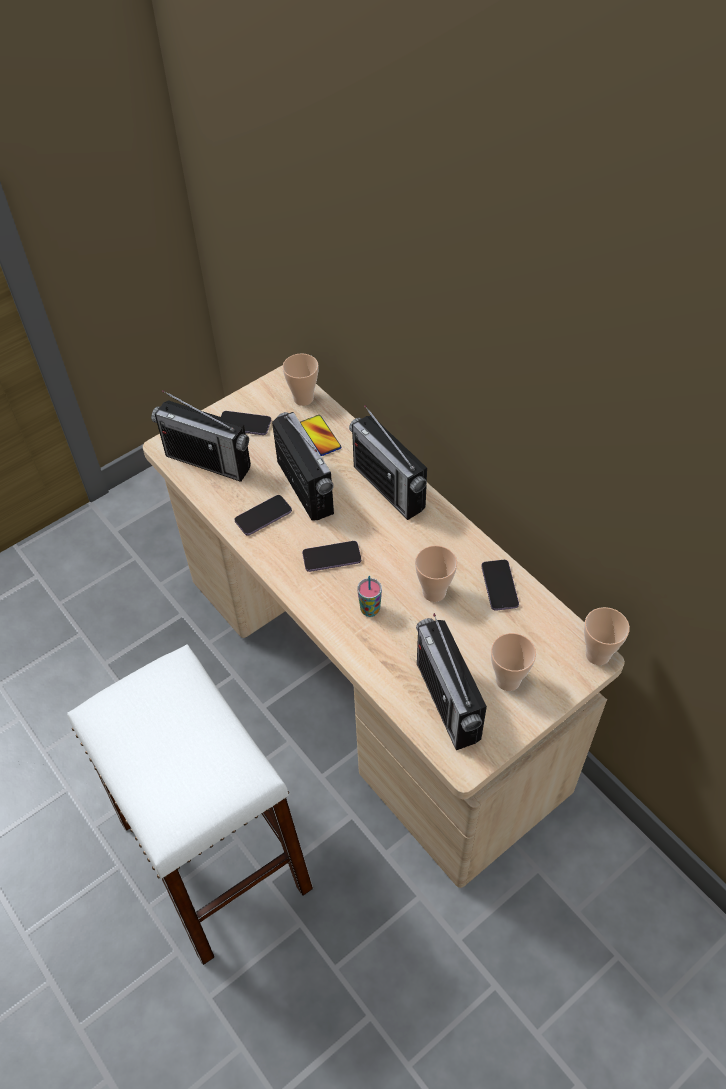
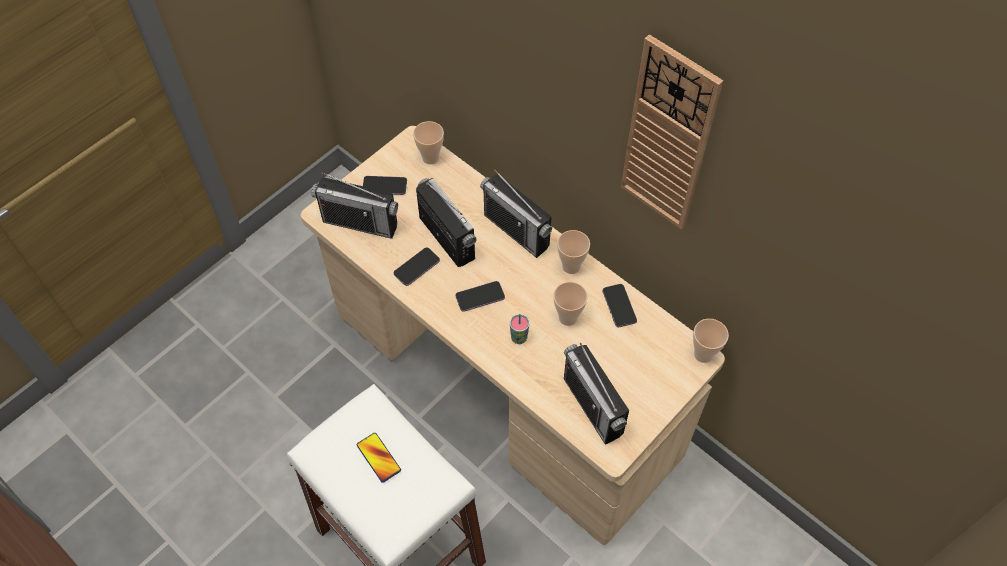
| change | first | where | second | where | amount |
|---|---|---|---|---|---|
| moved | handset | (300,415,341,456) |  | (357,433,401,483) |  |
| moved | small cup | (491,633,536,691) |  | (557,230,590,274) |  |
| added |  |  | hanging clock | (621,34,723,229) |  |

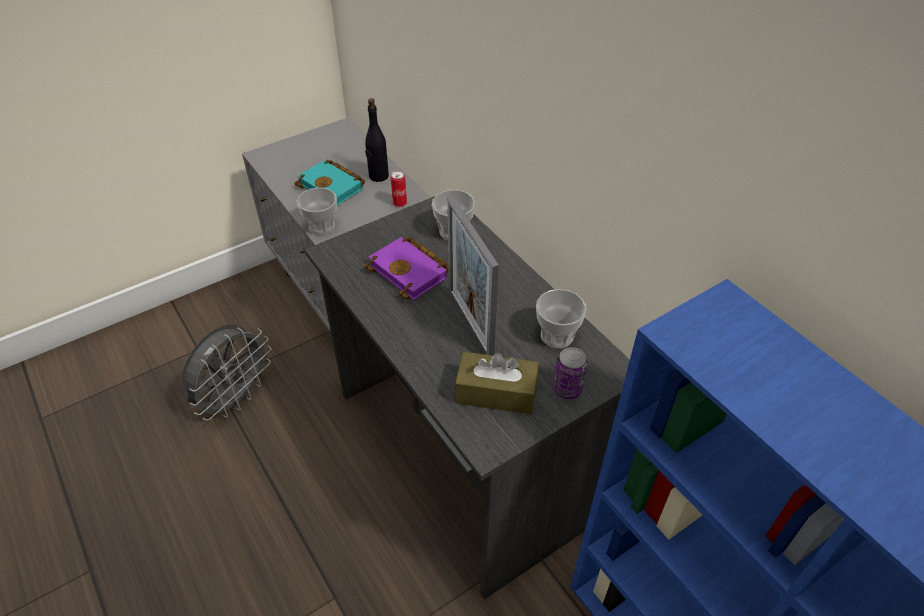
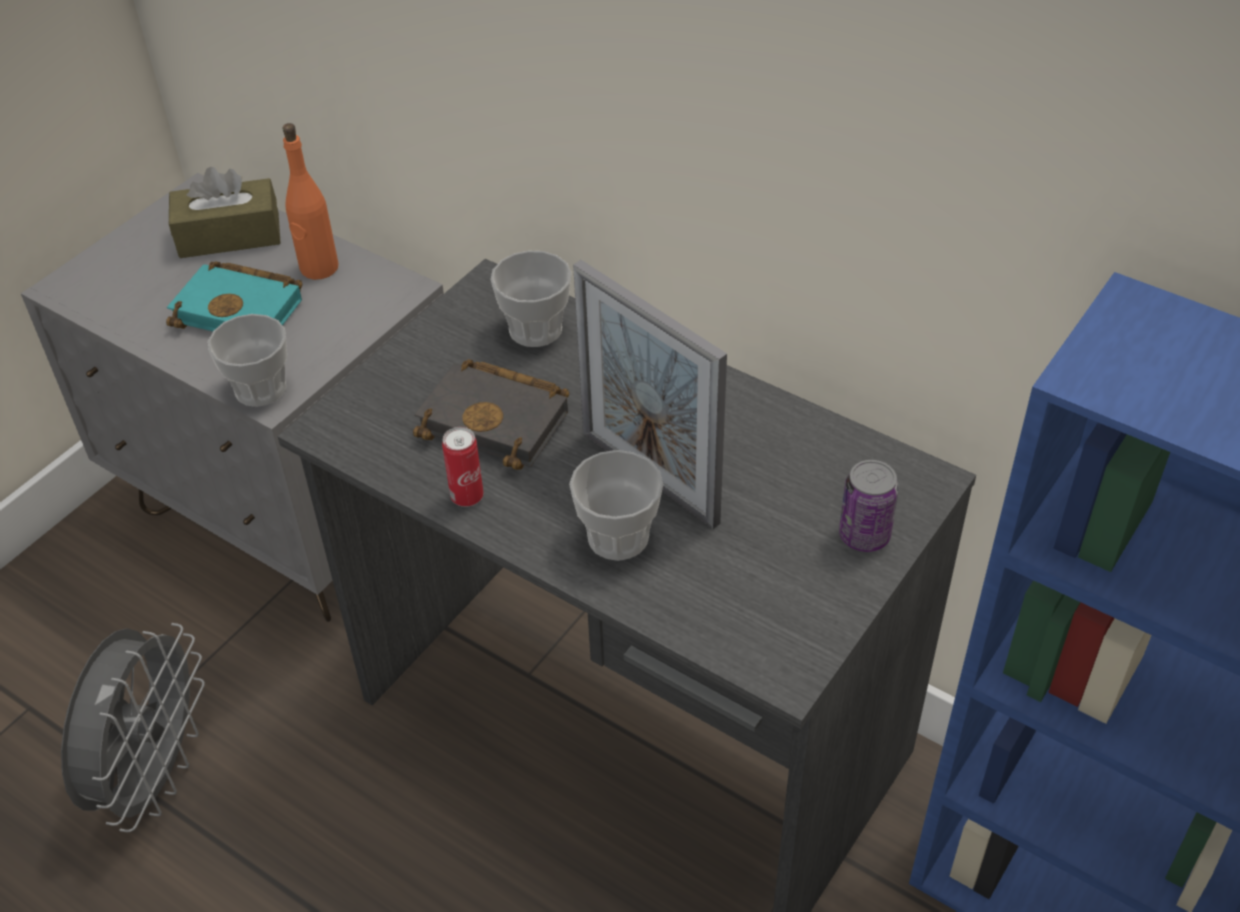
| change | first | where | second | where | amount |
|---|---|---|---|---|---|
| recoloured | beverage bottle/black | (365,98,389,182) | beverage bottle/orange-coloured | (282,123,338,280) |  |
| moved | sealed can | (391,170,407,207) |  | (442,427,484,507) |  |
| recoloured | bound book/purple | (364,237,449,300) | bound book/black | (413,359,569,470) |  |
| moved | small cup | (536,289,586,348) |  | (569,450,663,561) |  |
| moved | tissue box/brownish | (455,352,539,414) |  | (169,167,281,258) |  |

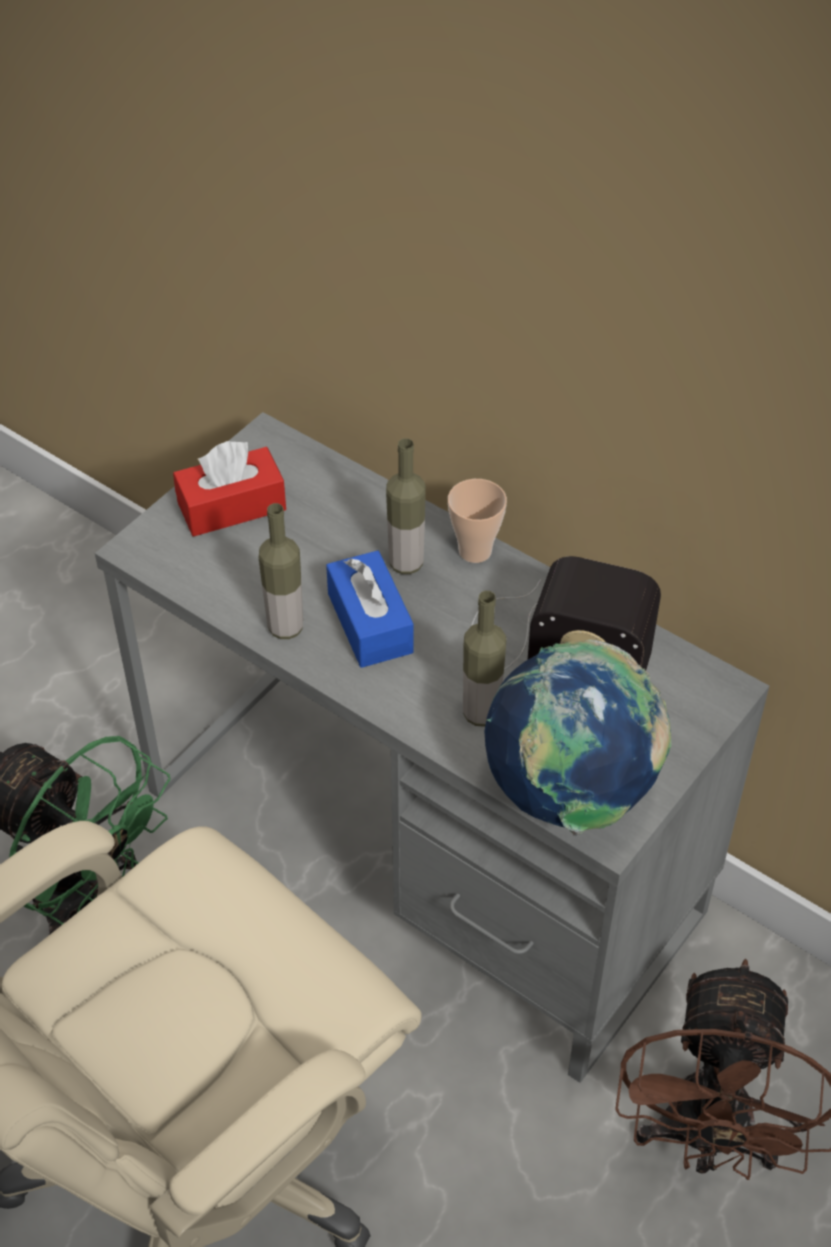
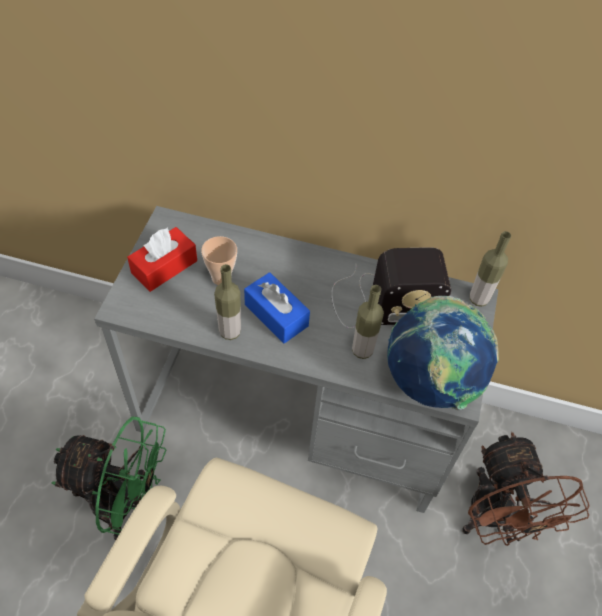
| change | first | where | second | where | amount |
|---|---|---|---|---|---|
| moved | beverage bottle | (386,438,426,574) |  | (470,231,511,307) |  |
| moved | small cup | (448,479,507,563) |  | (201,236,237,285) |  |

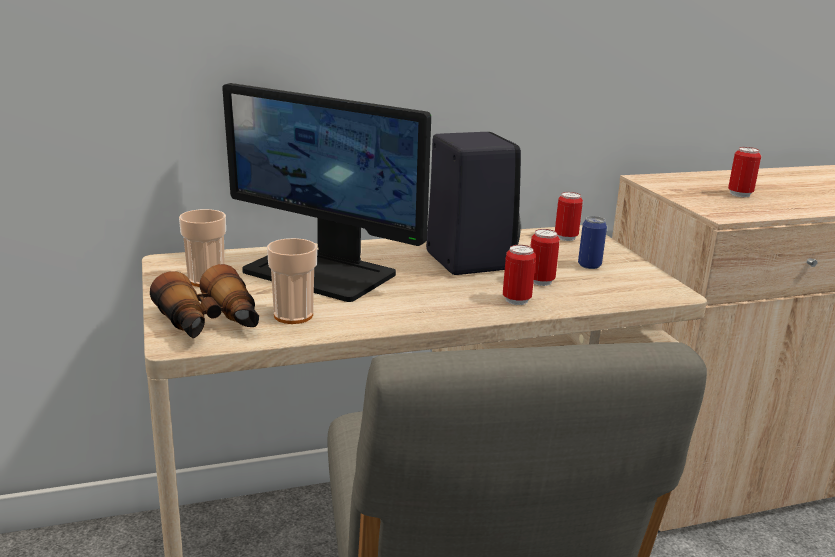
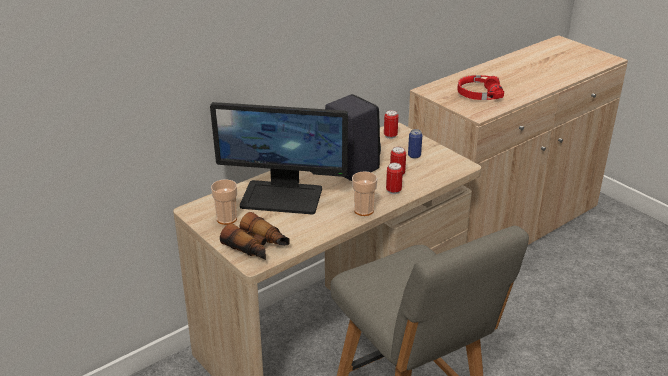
| change | first | where | second | where | amount |
|---|---|---|---|---|---|
| replaced | sealed can | (728,147,761,197) | pair of headphones/red | (457,75,504,100) |  |
| moved | small cup | (267,238,317,324) |  | (352,171,377,216) |  |

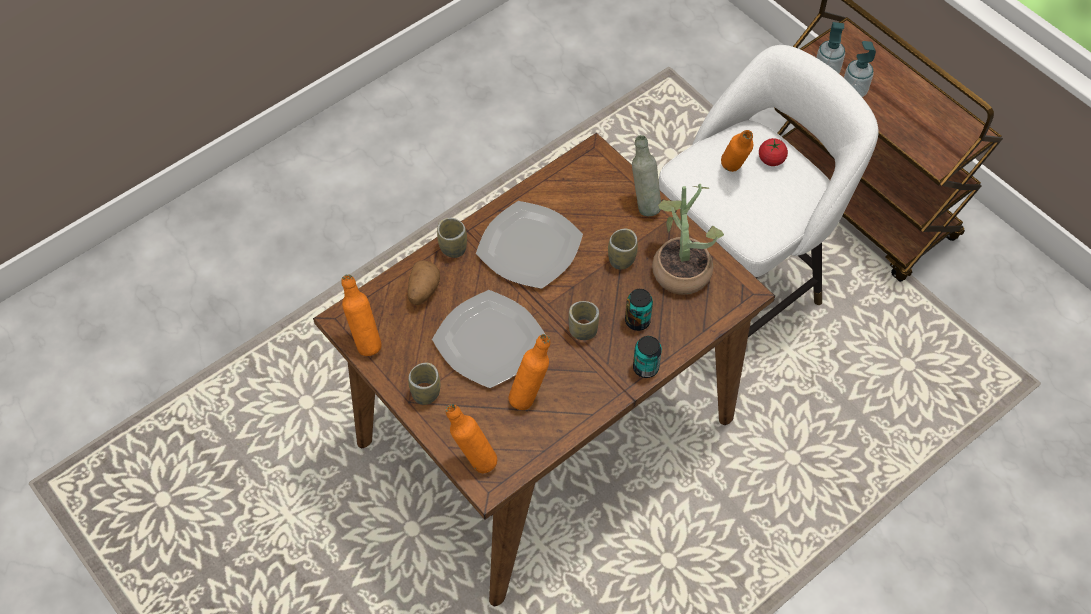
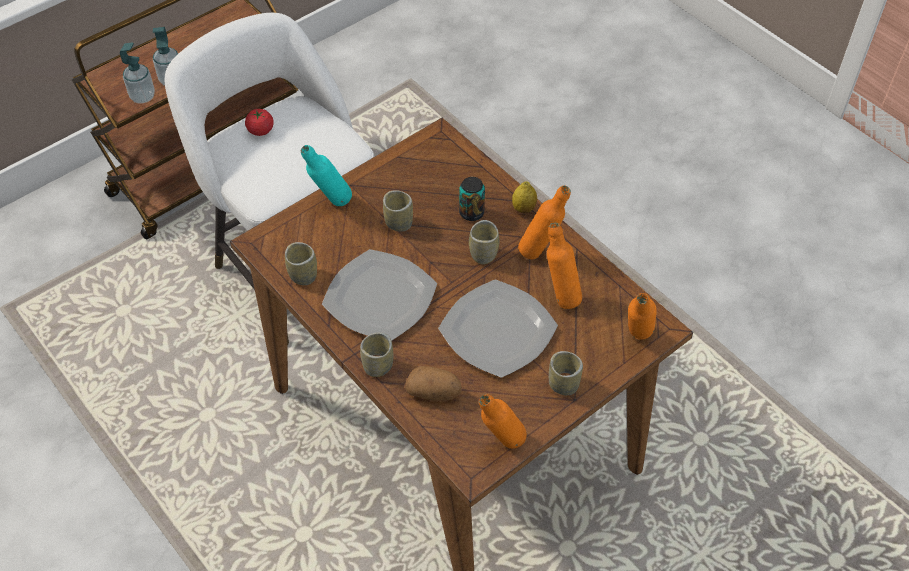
| change | first | where | second | where | amount |
|---|---|---|---|---|---|
| moved | beverage bottle/orange-coloured | (721,130,753,172) |  | (518,185,571,259) |  |
| recoloured | beverage bottle/greyish | (632,135,661,216) | beverage bottle/turquoise | (301,145,352,206) |  |
| removed | houseplant | (652,184,724,295) |  |  |  |
| replaced | sealed can | (633,336,662,378) | citrus fruit | (512,181,537,213) |  |
| added |  |  | small cup | (285,242,317,285) |  |

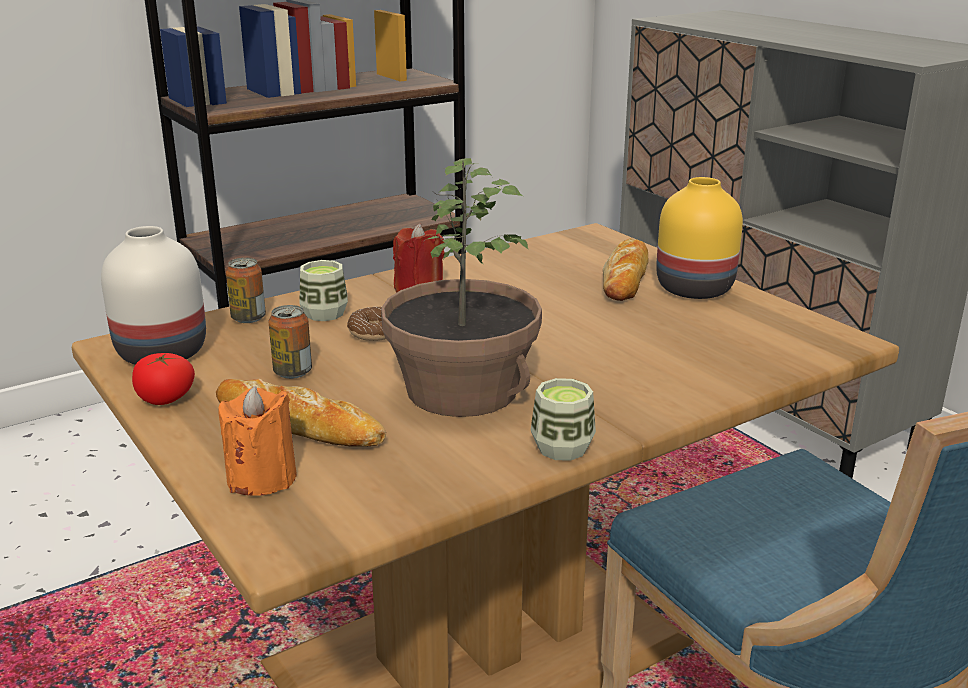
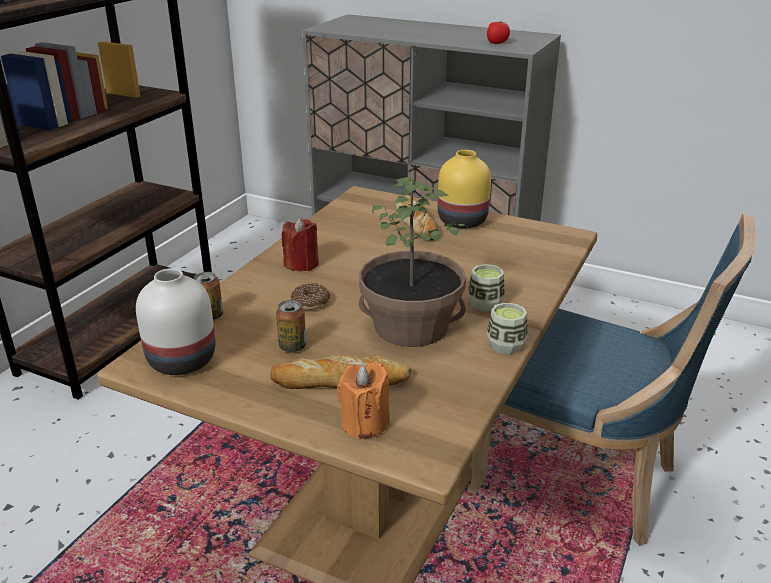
| change | first | where | second | where | amount |
|---|---|---|---|---|---|
| moved | small cup | (299,260,348,321) |  | (468,264,505,311) |  |
| moved | fresh tomato | (132,353,195,405) |  | (487,21,510,44) |  |

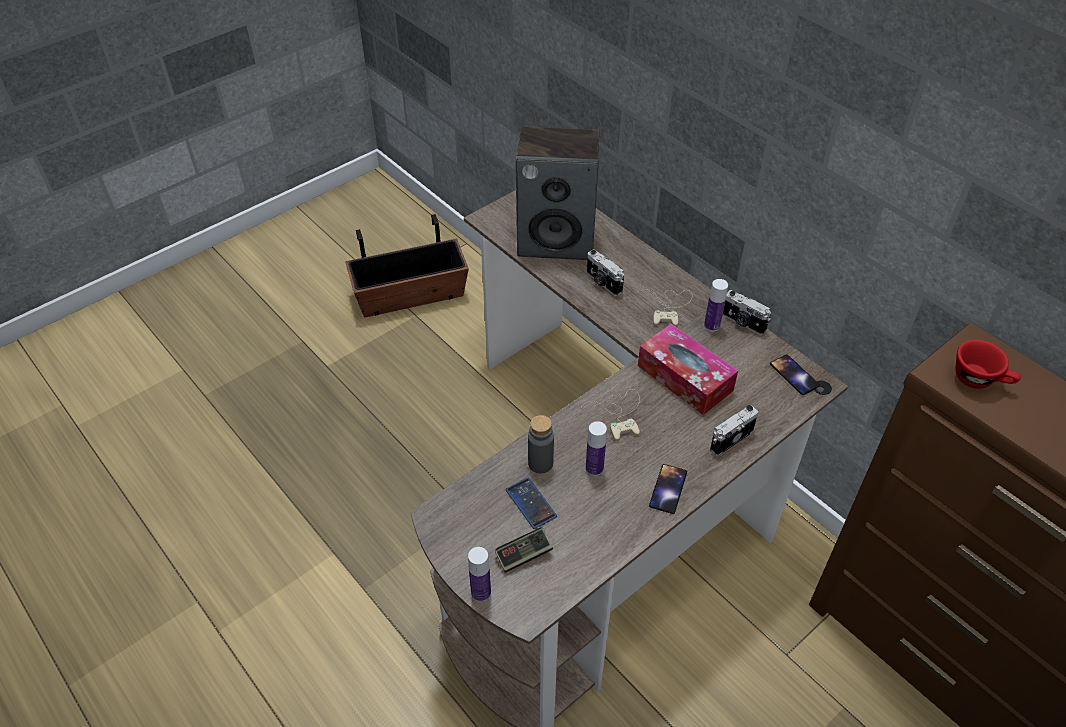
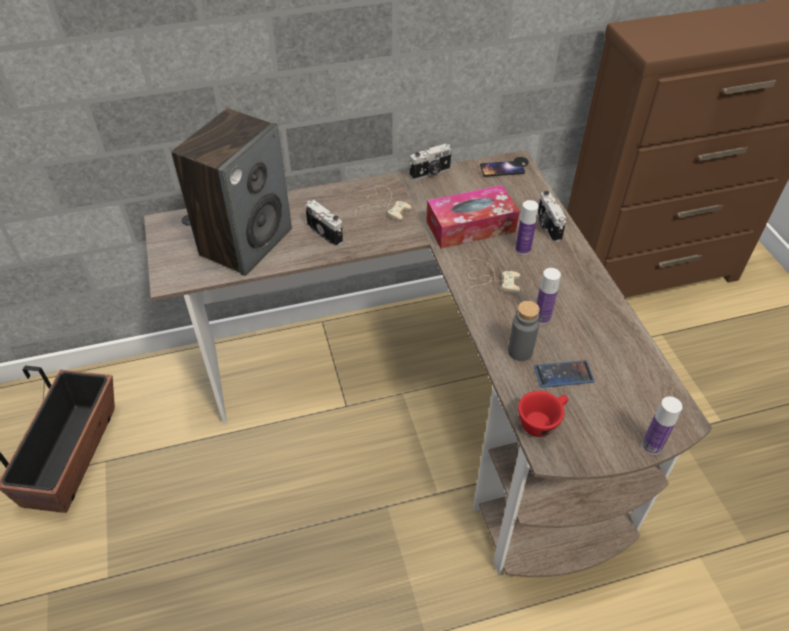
| change | first | where | second | where | amount |
|---|---|---|---|---|---|
| turned | still camera | (587,249,624,296) |  | (305,200,343,247) | 120 degrees counterclockwise |
| moved | beverage bottle | (704,279,728,332) |  | (515,200,539,255) |  |
| moved | small cup/red | (956,340,1021,389) |  | (518,391,568,437) |  |
| removed | handset | (649,464,687,514) |  |  |  |
| removed | game controller | (495,528,553,573) |  |  |  |

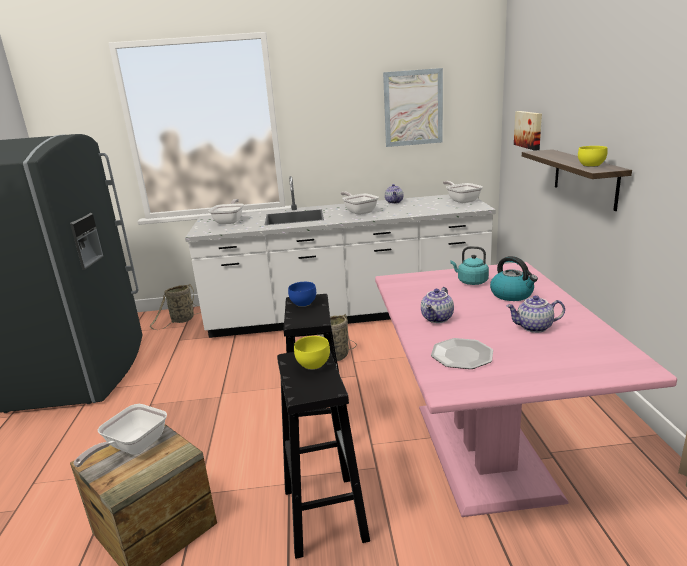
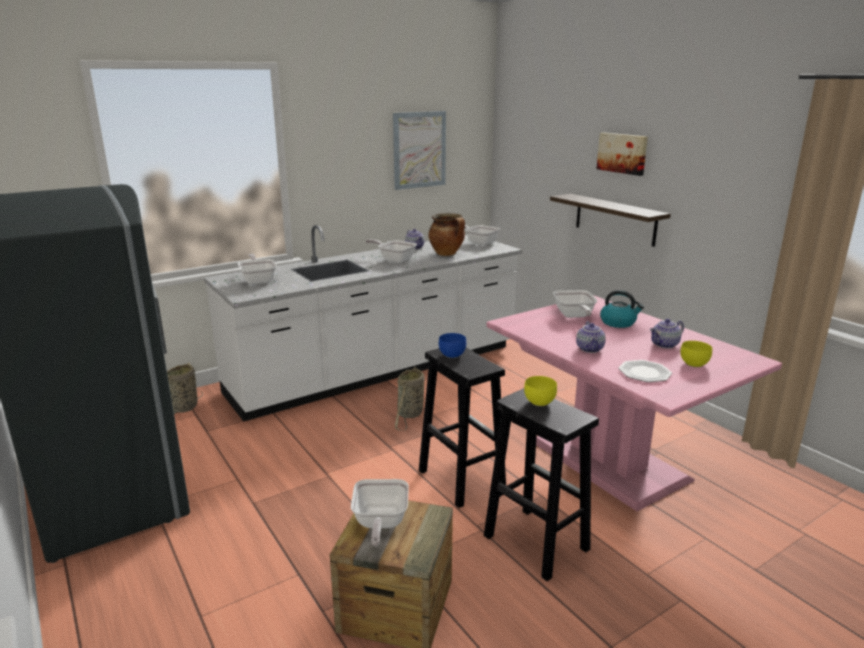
| change | first | where | second | where | amount |
|---|---|---|---|---|---|
| moved | picture | (514,111,542,151) |  | (597,132,648,176) |  |
| moved | bowl/yellow | (578,146,608,167) |  | (680,341,712,367) |  |
| replaced | kettle/turquoise | (451,246,489,285) | frying pan | (553,290,597,318) |  |
| added |  |  | saucepot | (428,213,465,256) |  |

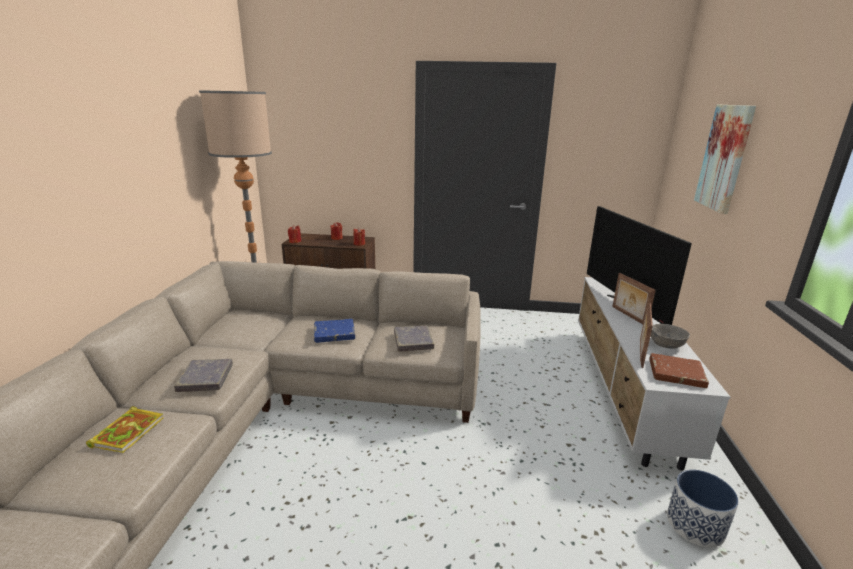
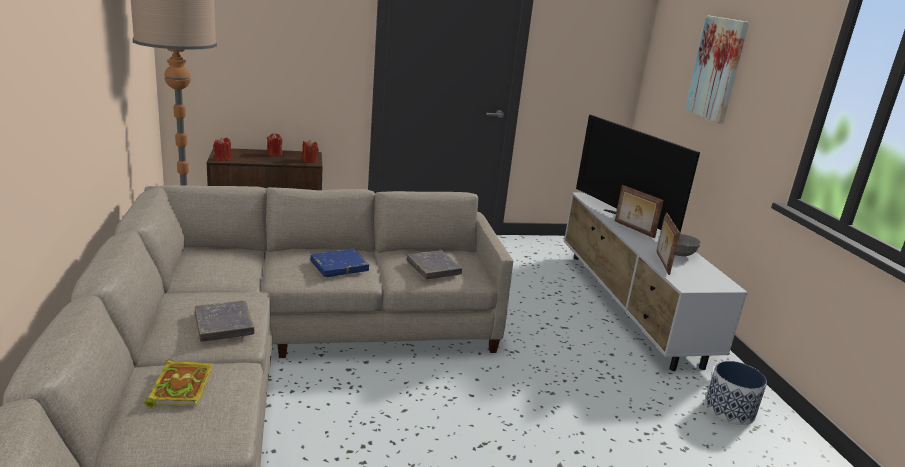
| change | first | where | second | where | amount |
|---|---|---|---|---|---|
| removed | bound book/brownish | (649,353,709,388) |  |  |  |

